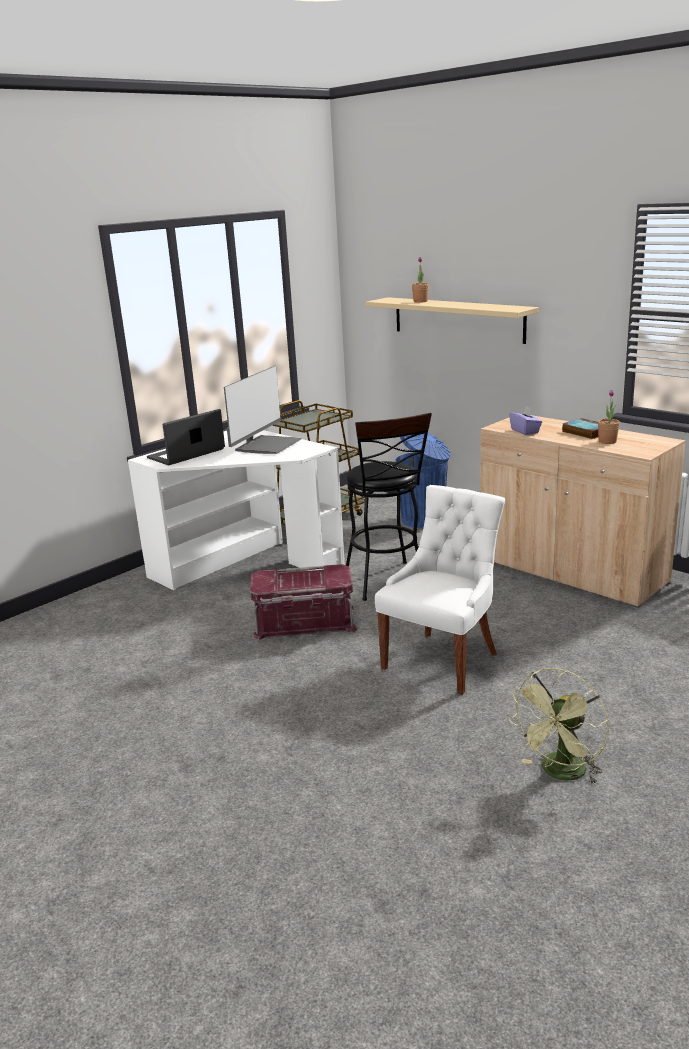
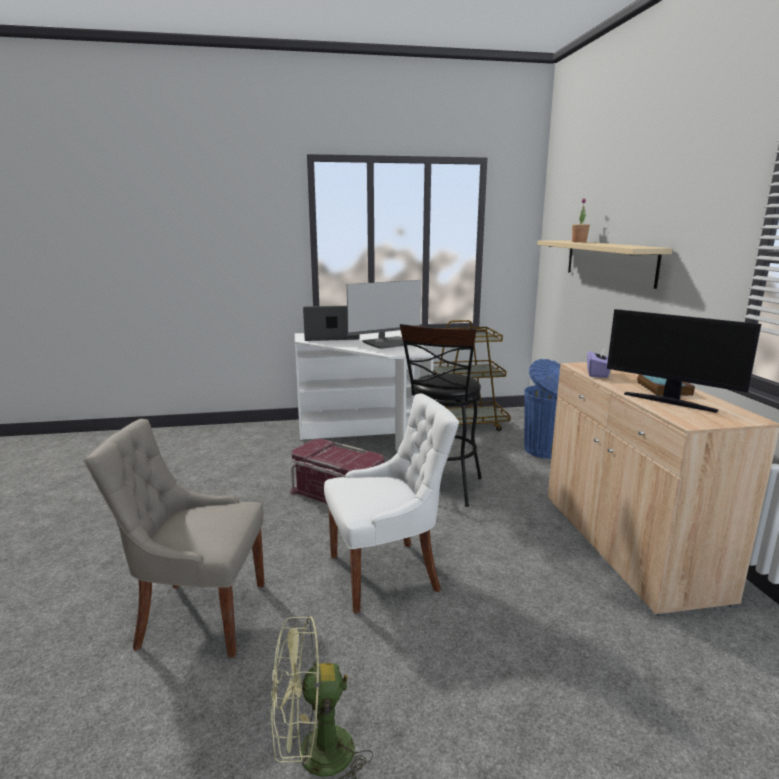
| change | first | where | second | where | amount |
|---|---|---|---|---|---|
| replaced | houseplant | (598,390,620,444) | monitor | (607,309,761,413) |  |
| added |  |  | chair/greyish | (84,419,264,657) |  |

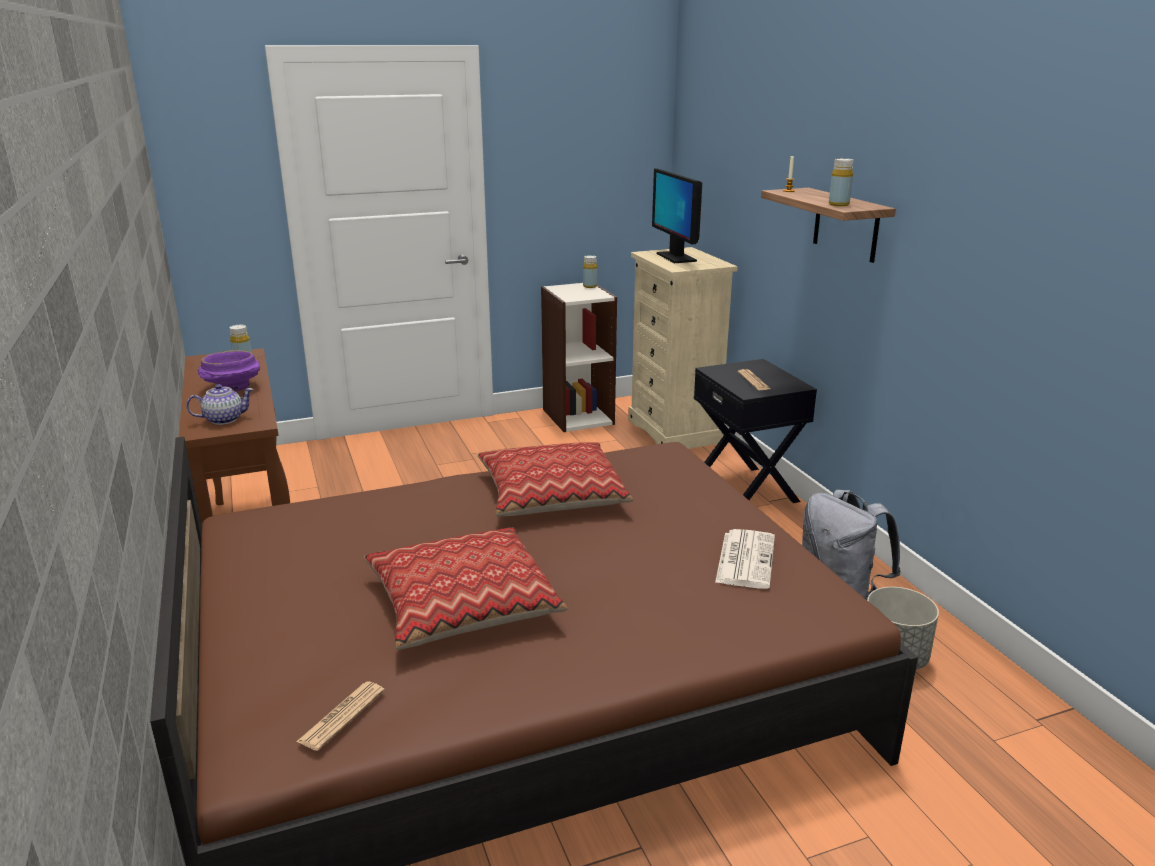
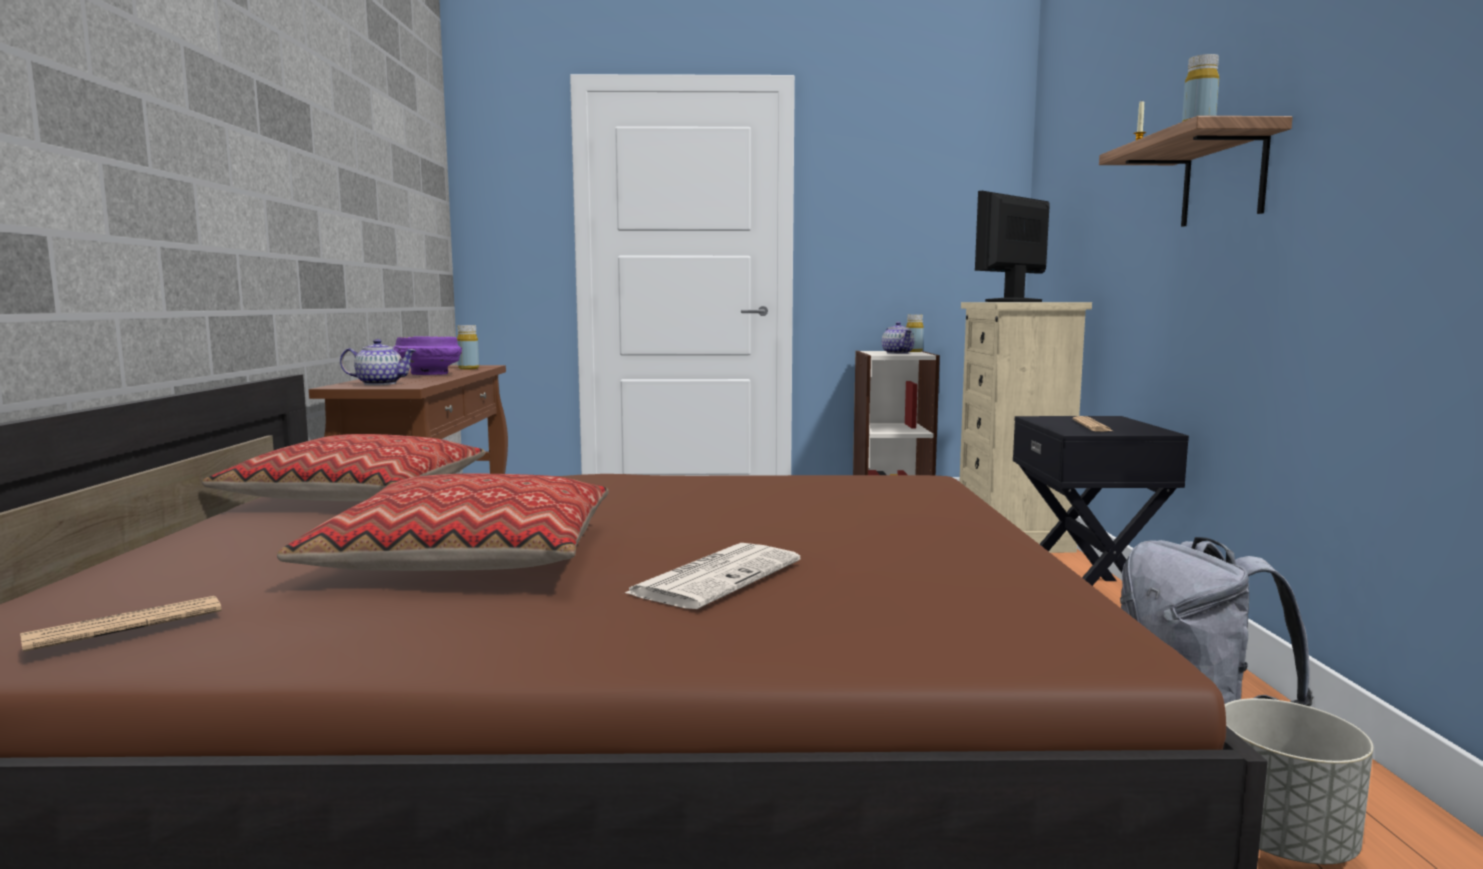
| change | first | where | second | where | amount |
|---|---|---|---|---|---|
| turned | monitor | (652,168,702,263) |  | (975,191,1050,302) | 45 degrees clockwise |
| moved | pillow | (478,442,633,517) |  | (202,434,485,501) |  |
| moved | daily paper | (715,529,775,589) |  | (625,543,800,609) |  |
| added |  |  | teapot | (882,322,914,354) |  |

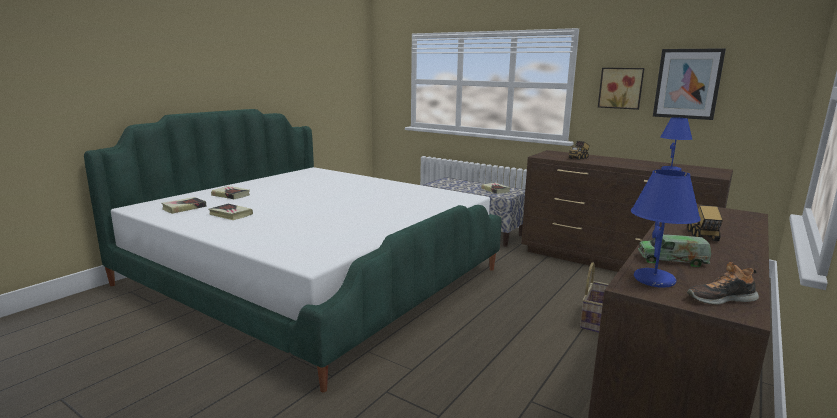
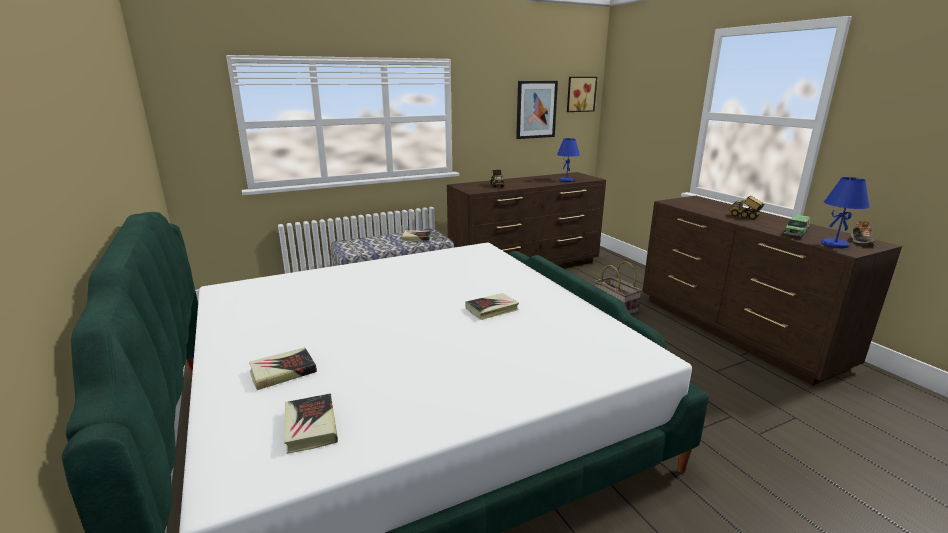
| change | first | where | second | where | amount |
|---|---|---|---|---|---|
| moved | picture | (598,68,644,110) |  | (567,77,597,112) |  |
| moved | bound book | (208,204,253,220) |  | (465,293,519,320) |  |

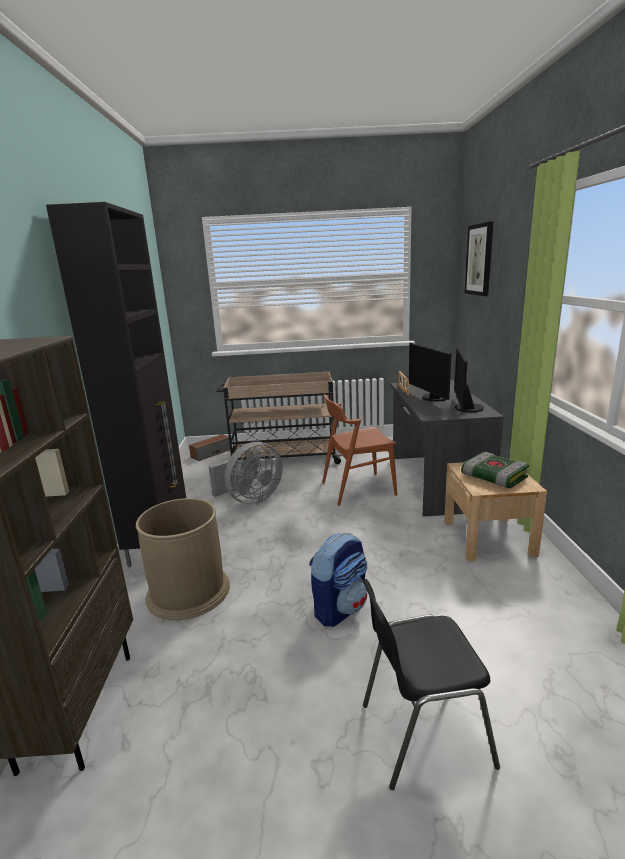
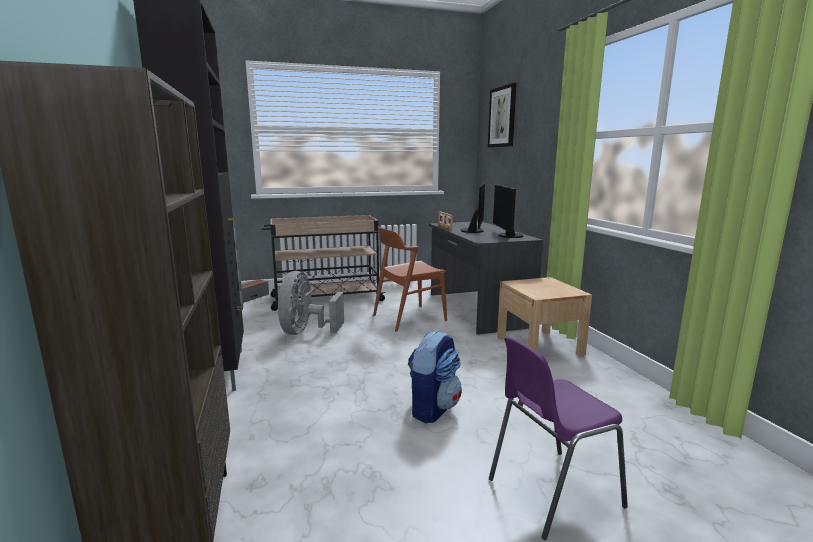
| change | first | where | second | where | amount |
|---|---|---|---|---|---|
| turned | monitor | (409,343,452,401) |  | (460,183,485,233) | 135 degrees counterclockwise |
| turned | fan/greyish | (209,442,283,504) |  | (278,271,344,335) | 150 degrees clockwise |
| removed | bound book | (461,452,529,488) |  |  |  |
| removed | rubbish bin/brownish | (136,498,230,620) |  |  |  |
| recoloured | chair/black | (362,579,500,790) | chair/purple | (489,336,628,540) |  |

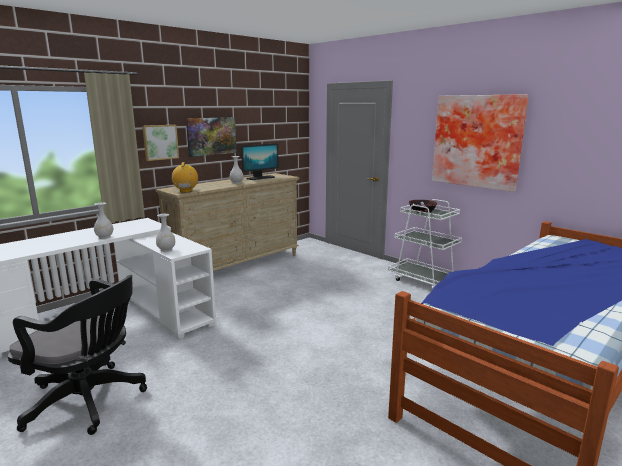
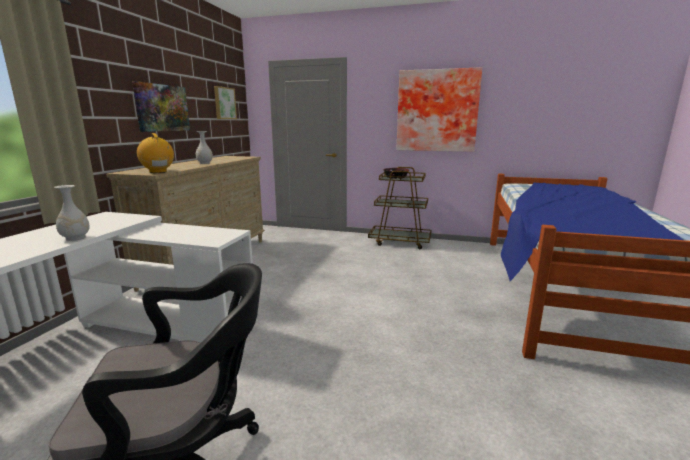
| change | first | where | second | where | amount |
|---|---|---|---|---|---|
| moved | picture | (142,125,179,161) |  | (214,86,237,119) |  |
| removed | monitor | (241,143,279,180) |  |  |  |
| recoloured | trolley/white | (388,199,462,289) | trolley/brownish | (368,167,431,249) |  |
| removed | vase/white | (156,214,175,252) |  |  |  |

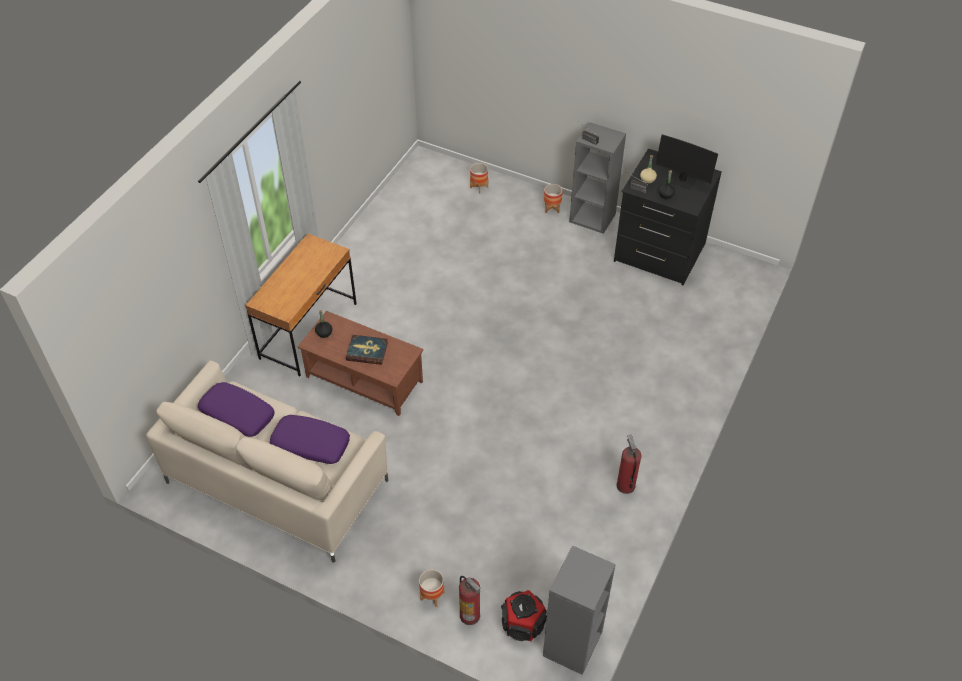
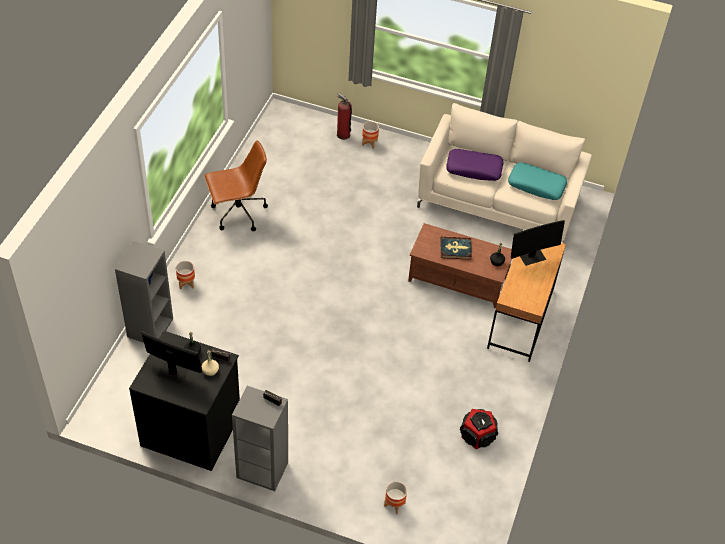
| change | first | where | second | where | amount |
|---|---|---|---|---|---|
| moved | plant pot | (544,184,563,214) |  | (176,261,195,289) |  |
| recoloured | pillow/purple | (198,382,275,437) | pillow/turquoise | (508,162,567,200) |  |
| replaced | fire extinguisher | (616,435,641,494) | desk chair/brownish | (204,140,268,231) |  |
| moved | shelving unit/greyish | (543,545,616,675) |  | (115,241,173,343) |  |
| moved | loudspeaker | (501,590,547,641) |  | (460,409,498,449) |  |
| added |  |  | monitor | (511,220,565,266) |  |

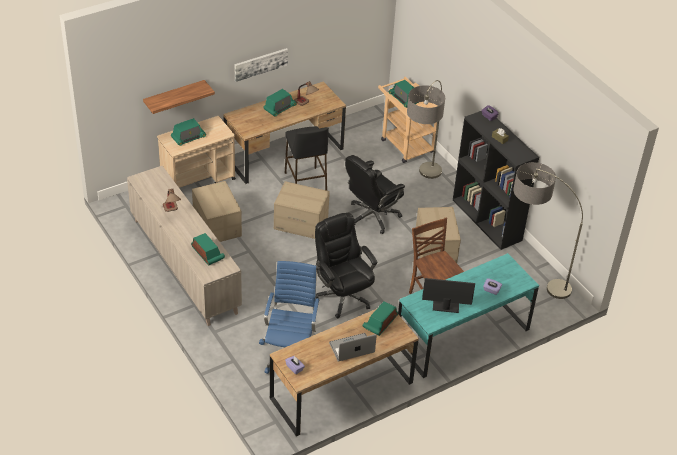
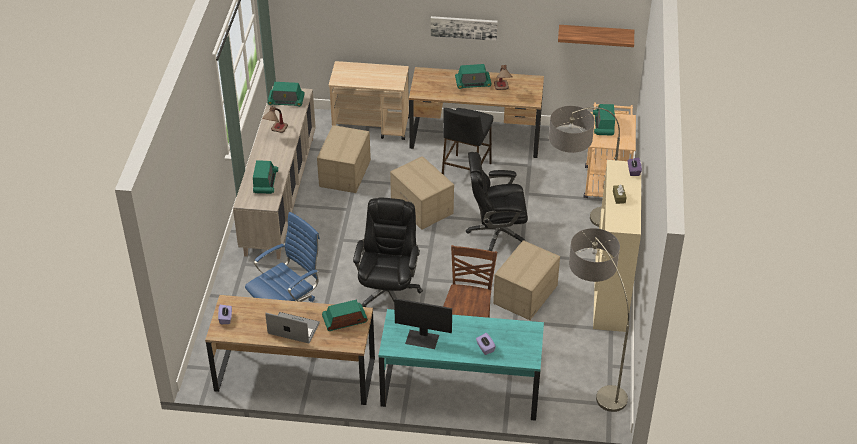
| change | first | where | second | where | amount |
|---|---|---|---|---|---|
| moved | bracket shelf | (143,80,215,114) |  | (558,25,634,47) |  |
| recoloured | shelving unit/black | (453,111,539,250) | shelving unit/sand-coloured | (593,160,641,332) |  |
| moved | radio receiver | (171,118,206,146) |  | (267,82,305,107) |  |
| turned | monitor | (422,278,475,313) |  | (394,298,452,349) | 150 degrees clockwise |

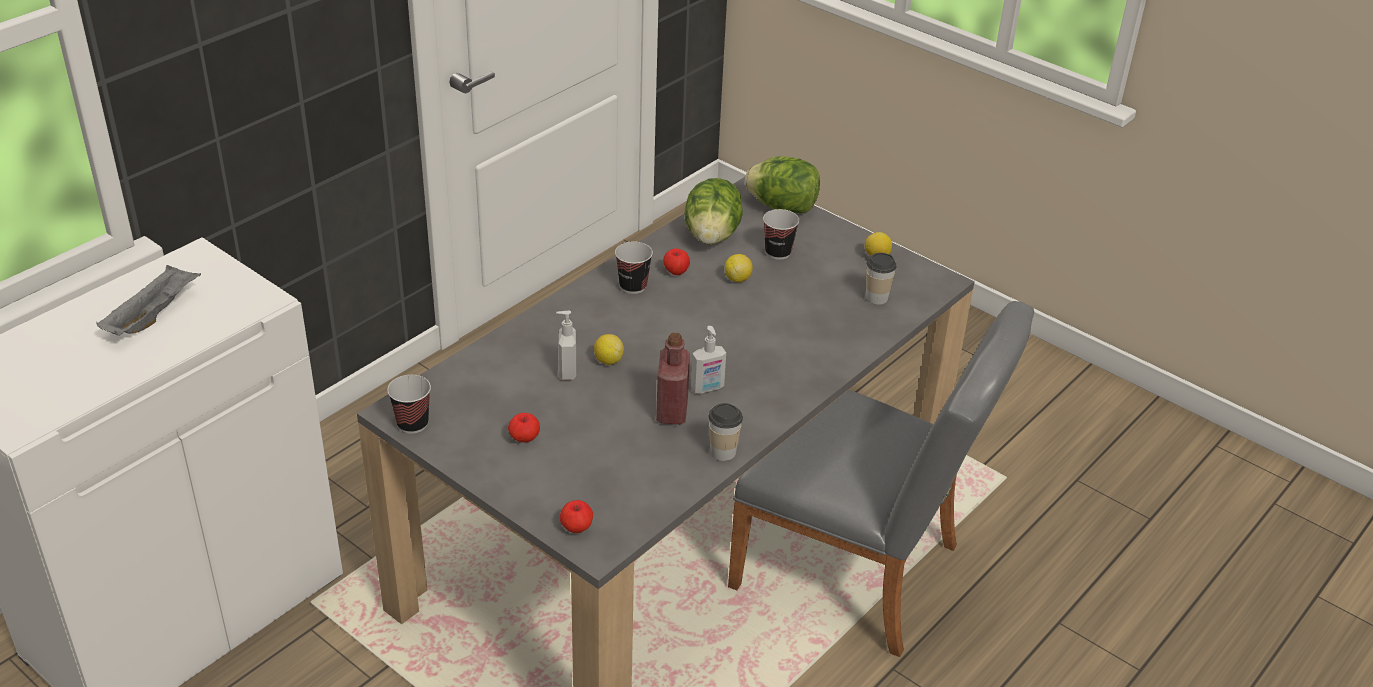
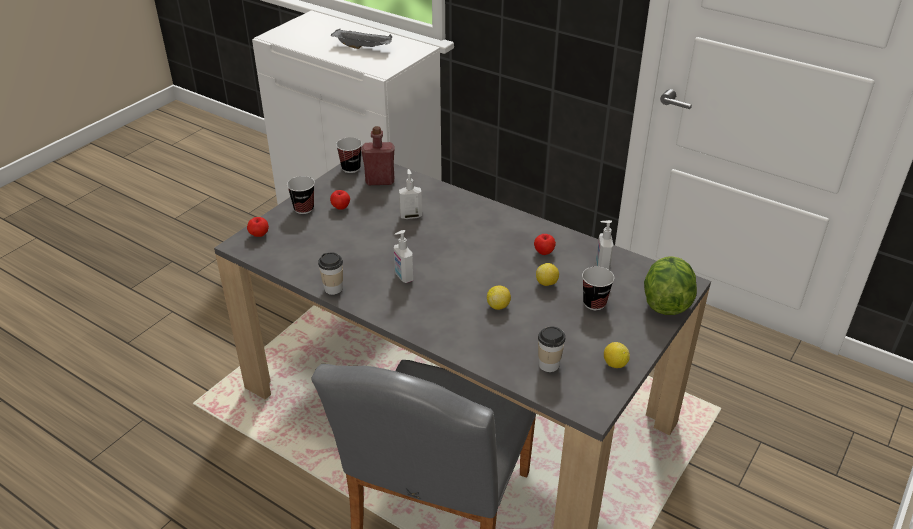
| change | first | where | second | where | amount |
|---|---|---|---|---|---|
| replaced | lettuce head | (684,178,743,245) | soap dispenser | (596,220,613,270) |  |
| moved | small cup | (615,242,653,294) |  | (287,176,315,214) |  |
| moved | beverage bottle/red | (656,333,690,425) |  | (361,126,394,185) |  |
| moved | citrus fruit | (594,334,624,365) |  | (487,286,511,310) |  |

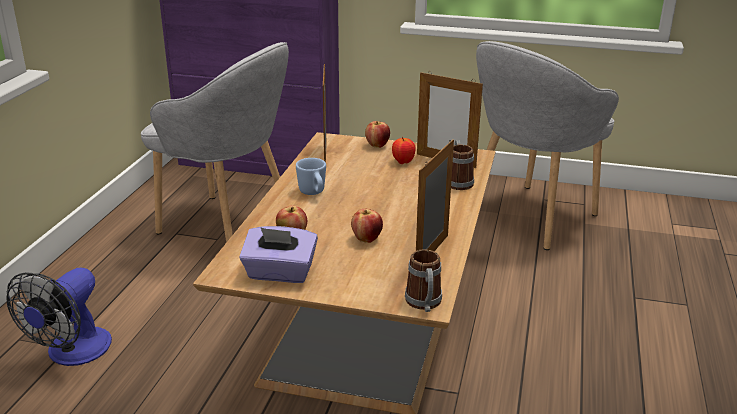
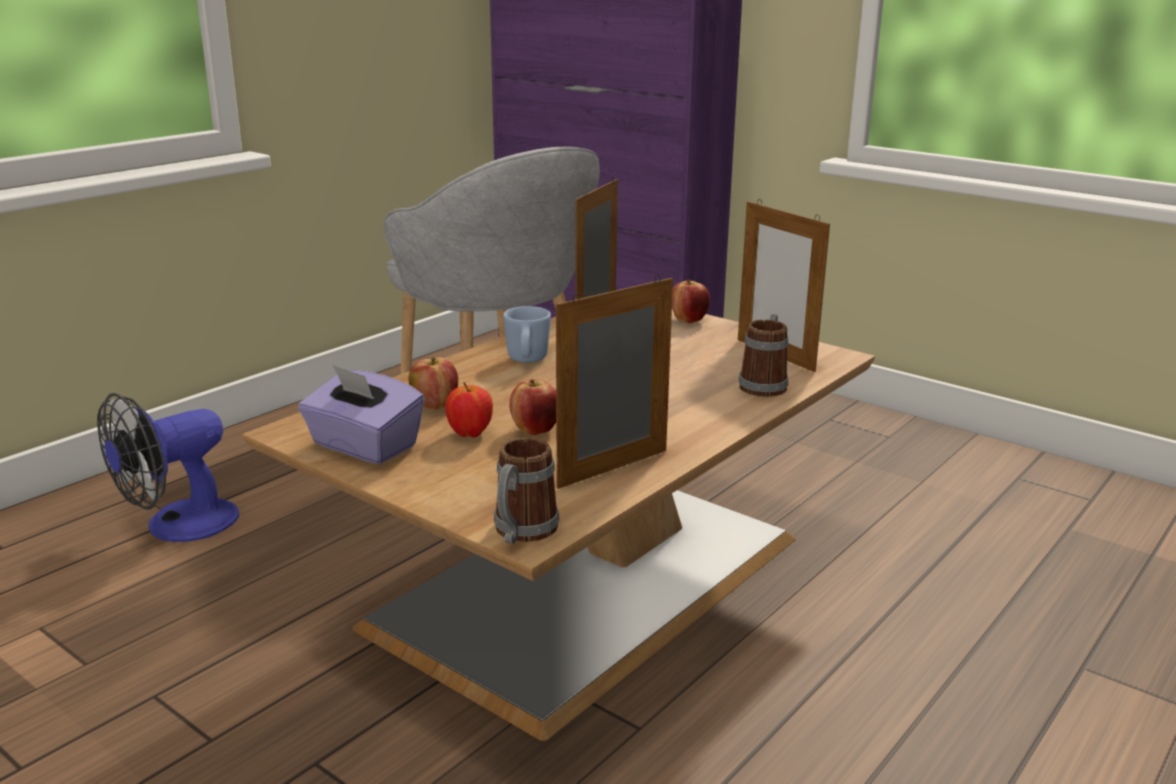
| change | first | where | second | where | amount |
|---|---|---|---|---|---|
| removed | easy chair/greyish | (476,41,619,250) |  |  |  |
| moved | apple | (392,137,416,164) |  | (445,382,493,438) |  |

